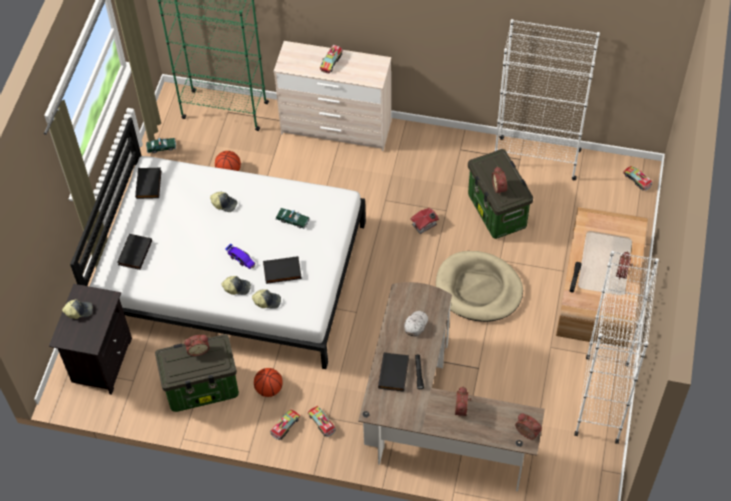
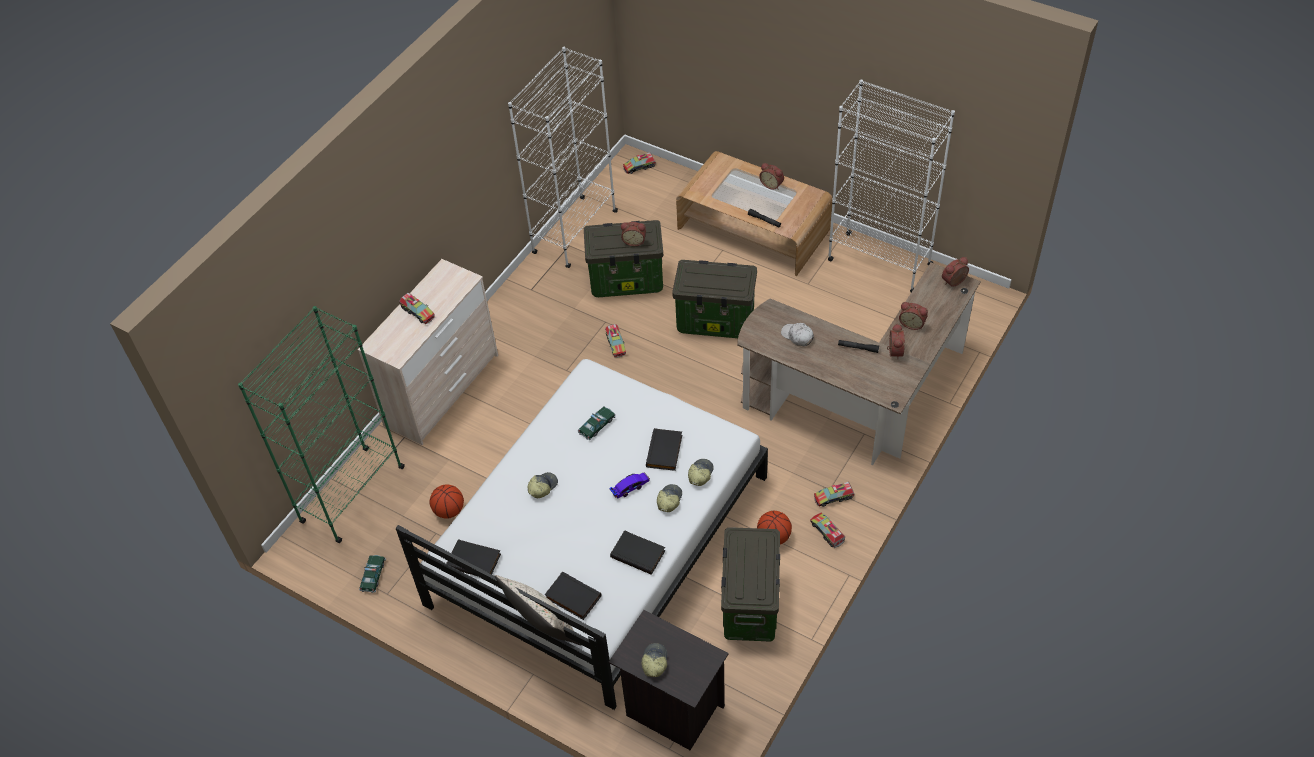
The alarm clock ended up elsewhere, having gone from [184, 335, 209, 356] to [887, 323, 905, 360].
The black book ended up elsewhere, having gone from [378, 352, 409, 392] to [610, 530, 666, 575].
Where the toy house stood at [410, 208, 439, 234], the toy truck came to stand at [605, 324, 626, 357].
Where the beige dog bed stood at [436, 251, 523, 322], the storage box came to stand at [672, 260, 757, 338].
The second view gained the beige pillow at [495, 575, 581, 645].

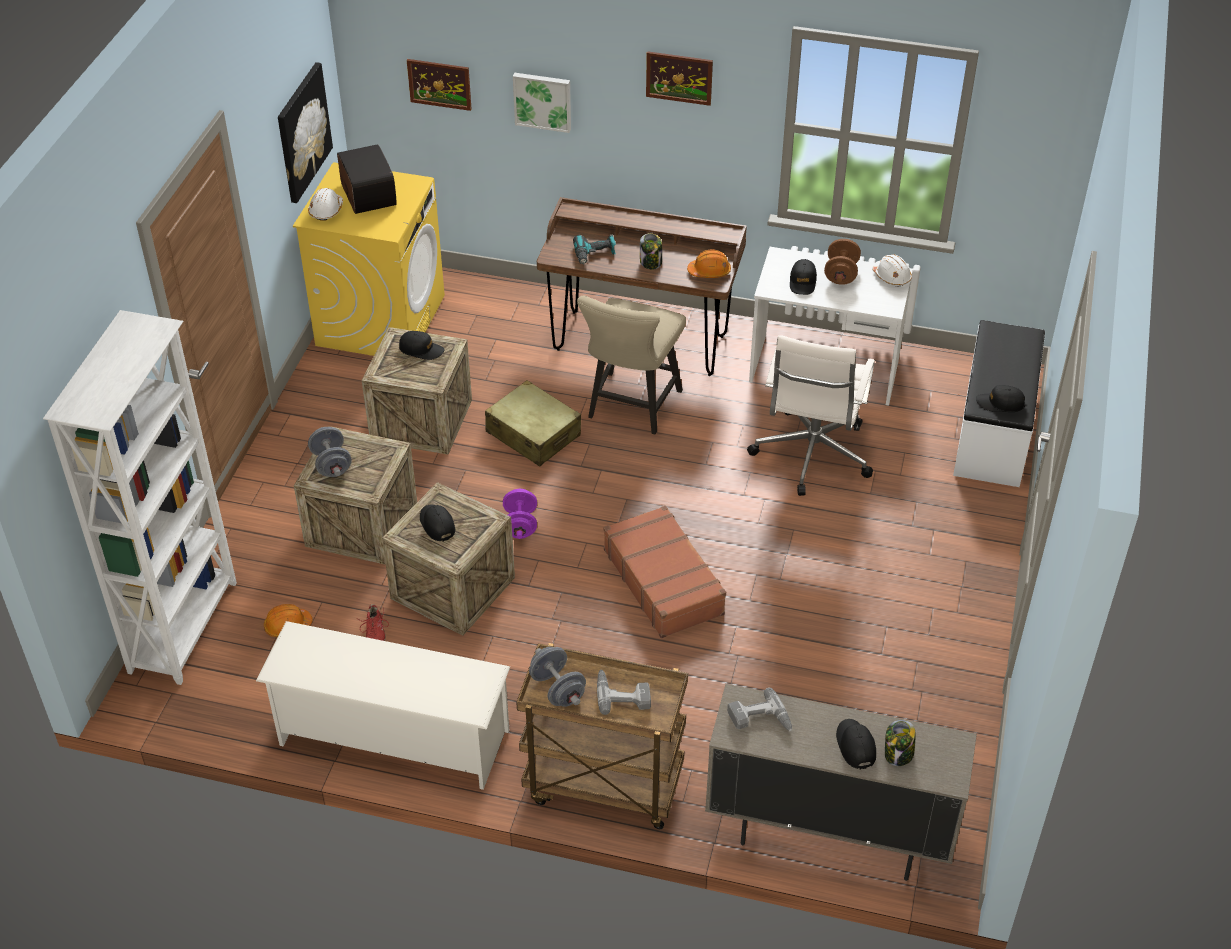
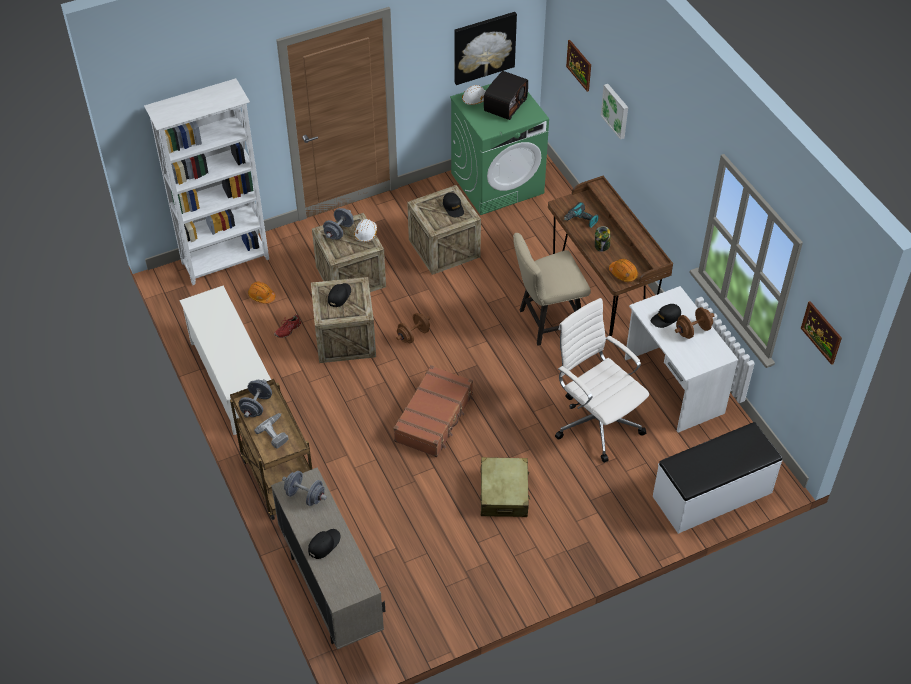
What was the yellow washing machine at [293, 162, 445, 356] turned into the green washing machine at [450, 84, 549, 215].
The beige suitcase ended up elsewhere, having gone from [485, 380, 581, 467] to [480, 457, 530, 517].
What was the purple dumbbell at [503, 489, 537, 539] turned into the brown dumbbell at [396, 313, 430, 343].
The picture ended up elsewhere, having gone from [646, 51, 713, 106] to [801, 301, 842, 365].
Where the power drill stood at [727, 688, 792, 731], the grey dumbbell came to stand at [282, 471, 327, 506].
The white office chair at [747, 335, 875, 496] ended up facing another way, 75 degrees clockwise from before.
The white hard hat ended up elsewhere, having gone from [872, 254, 912, 286] to [354, 219, 377, 242].
The second view lost the jar at [885, 720, 916, 766].
The second view lost the black cap at [976, 385, 1025, 412].

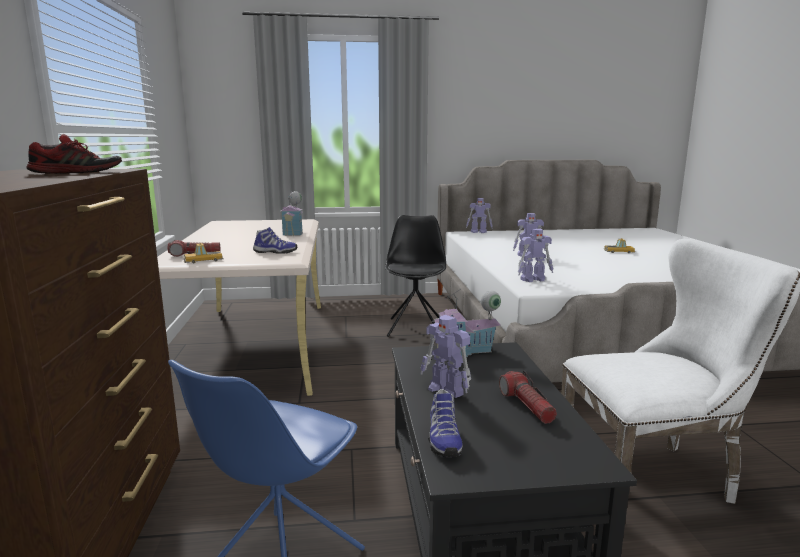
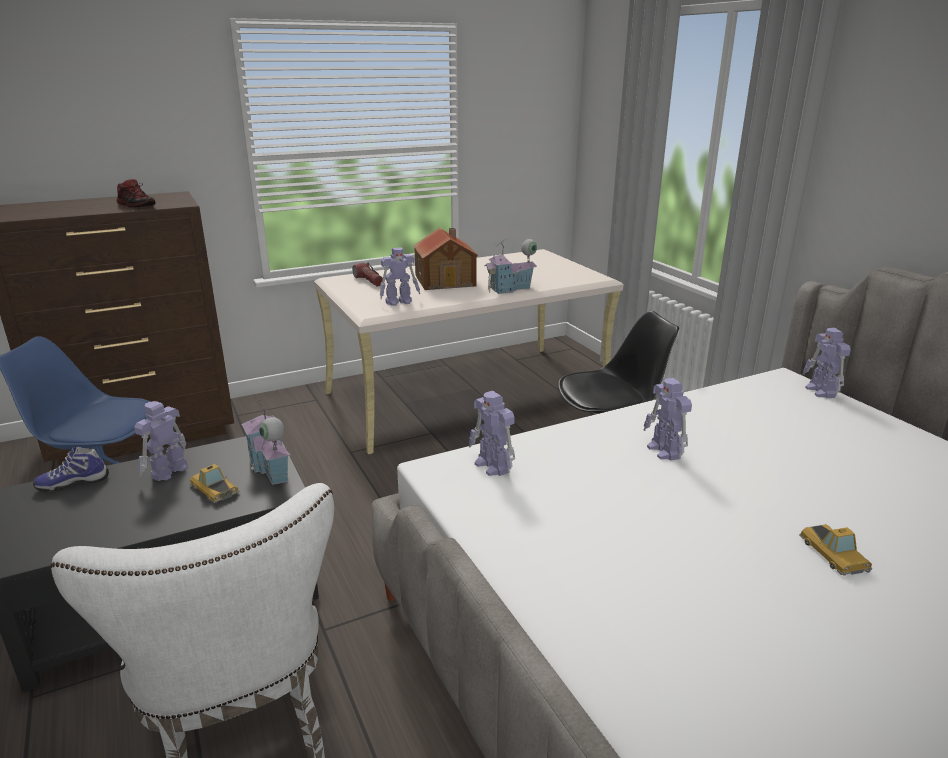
The toy car ended up elsewhere, having gone from [184, 243, 224, 263] to [190, 464, 240, 503].
Where the shoe stood at [253, 227, 297, 254], the toy robot came to stand at [380, 247, 420, 306].
The second view lost the flashlight at [499, 371, 557, 424].
The second view gained the toy house at [413, 228, 478, 290].

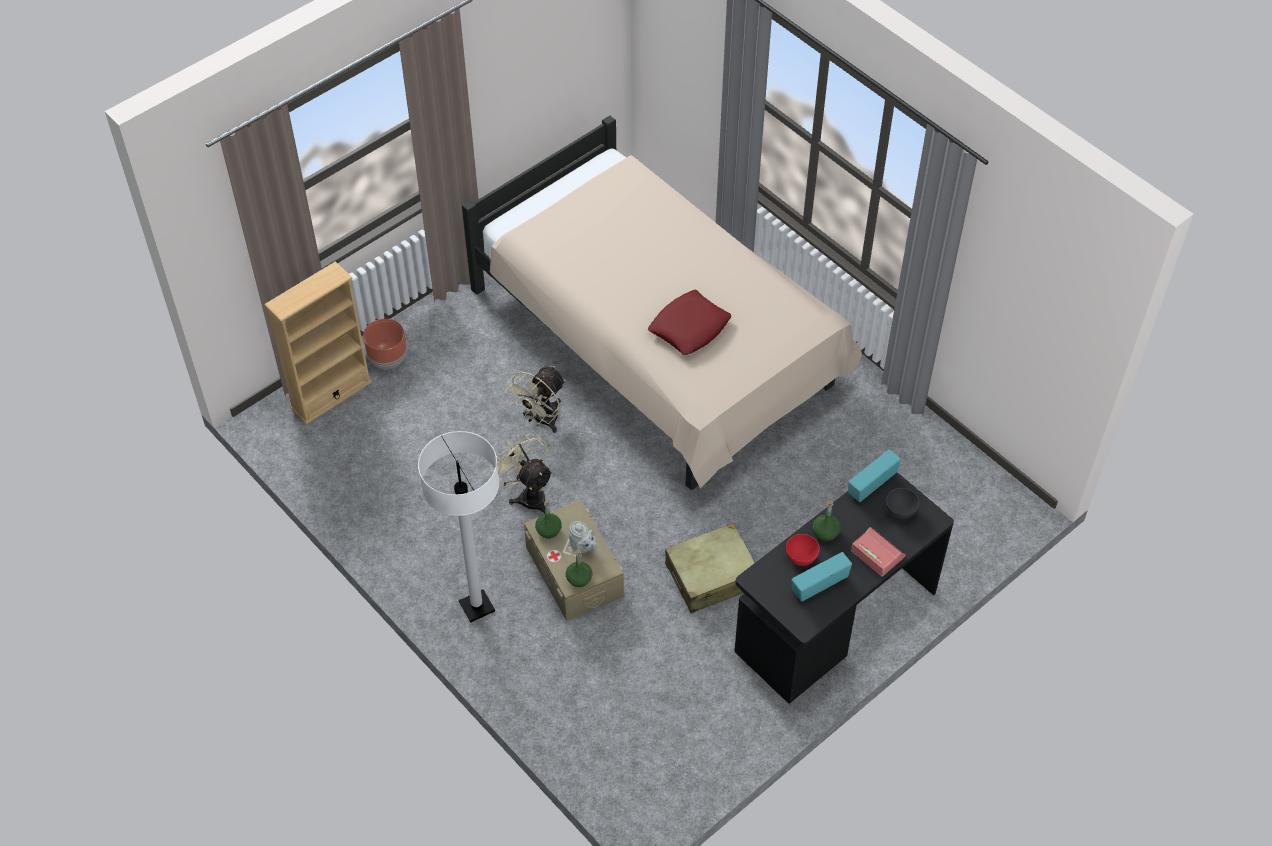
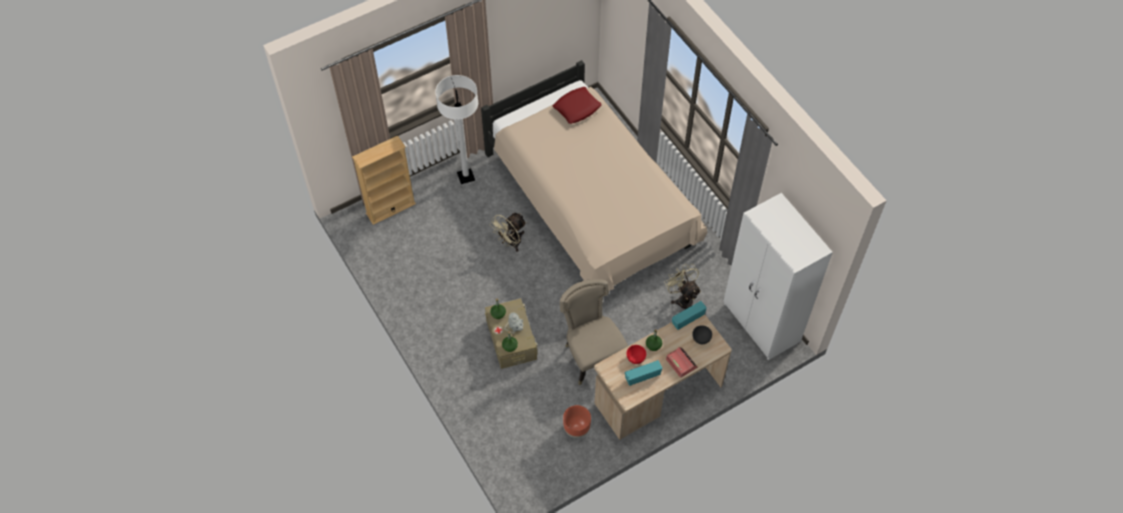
The brown planter ended up elsewhere, having gone from [363, 319, 407, 369] to [563, 405, 591, 438].
The white floor lamp ended up elsewhere, having gone from [418, 431, 499, 622] to [435, 75, 478, 184].
The beige fan ended up elsewhere, having gone from [490, 431, 553, 514] to [664, 264, 701, 309].
The red pillow ended up elsewhere, having gone from [648, 289, 732, 355] to [553, 87, 602, 124].
Where the beige suitcase stood at [665, 523, 755, 613], the beige chair came to stand at [560, 279, 628, 385].
What was the black desk at [735, 472, 954, 704] turned into the beige desk at [594, 314, 732, 440].
The second view gained the white wardrobe at [724, 193, 833, 360].

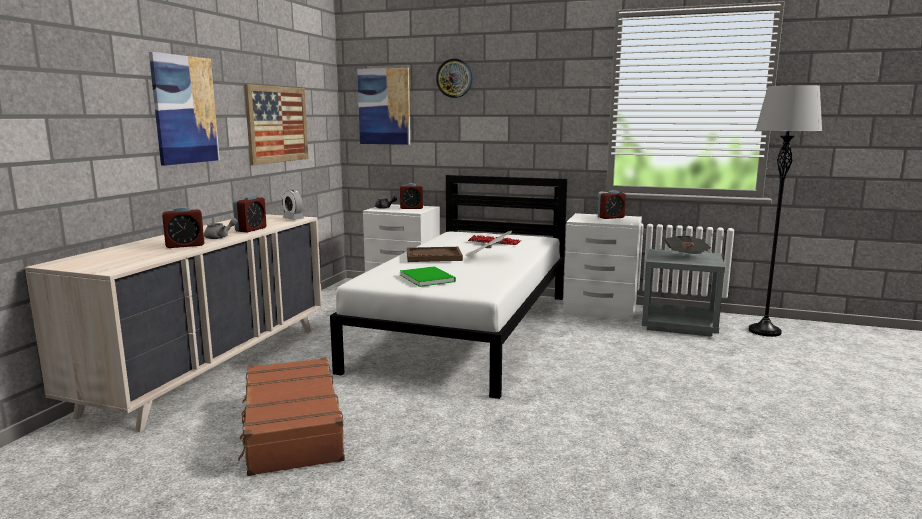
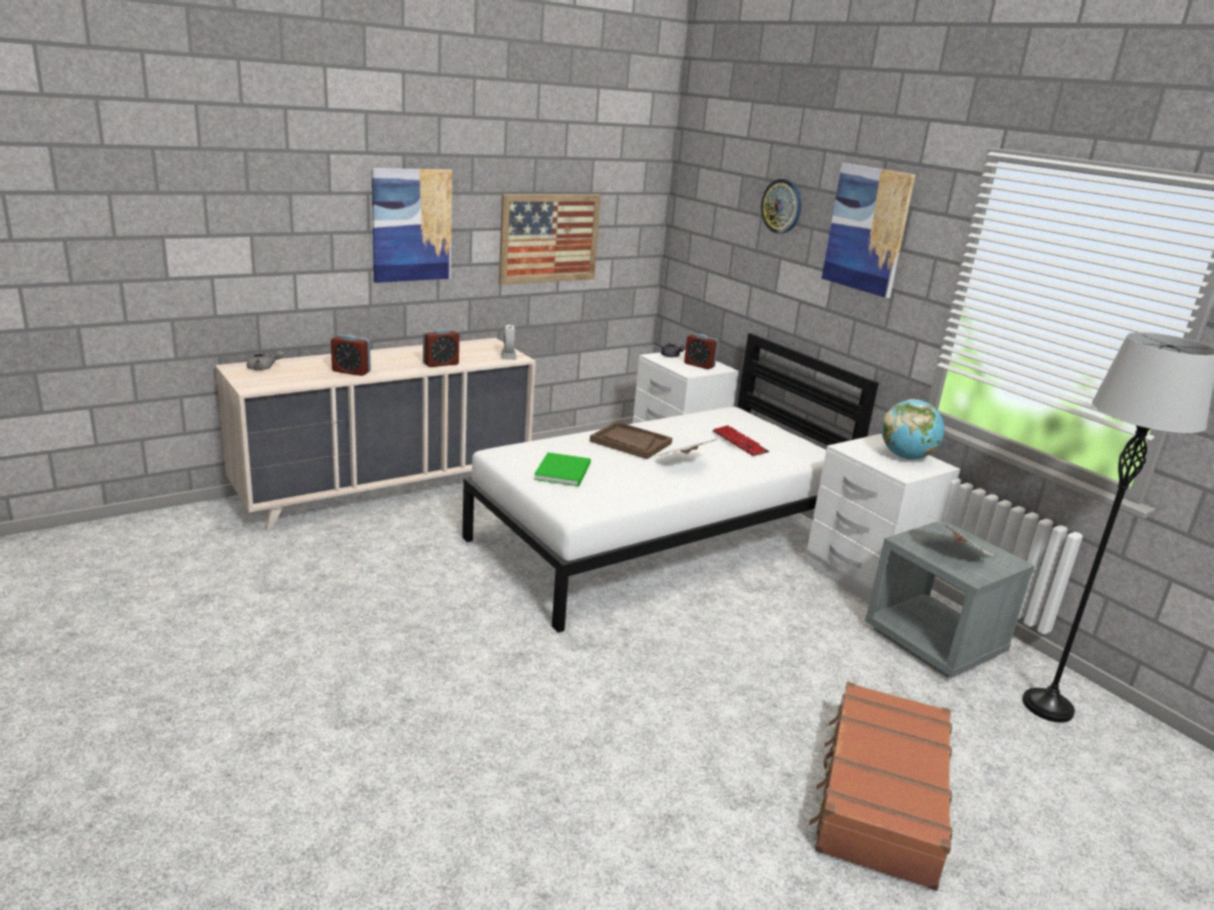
The grey teapot ended up elsewhere, having gone from [204, 218, 238, 239] to [247, 351, 284, 370].
The brown suitcase ended up elsewhere, having gone from [238, 357, 345, 476] to [809, 682, 952, 891].
The picture ended up elsewhere, having gone from [357, 68, 410, 145] to [821, 163, 916, 298].
Where the alarm clock stood at [598, 190, 626, 219], the globe came to stand at [882, 399, 945, 460].

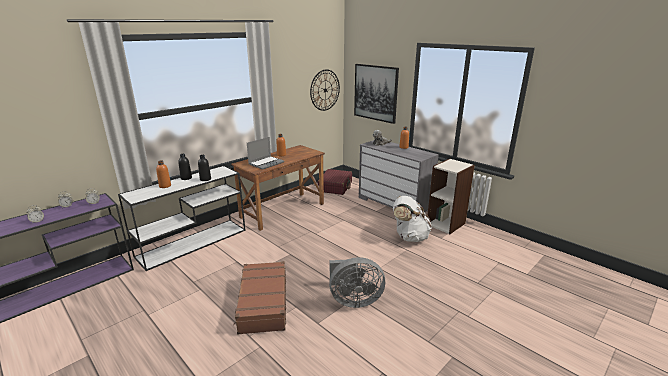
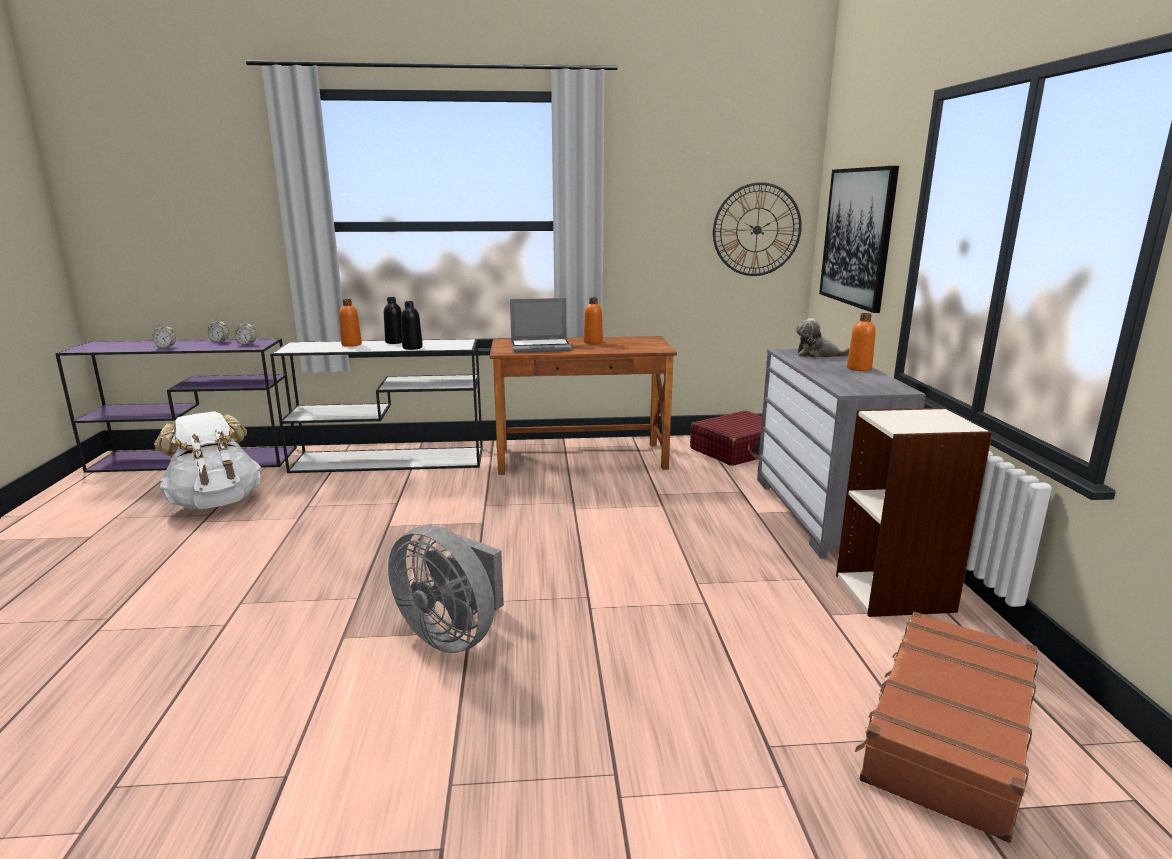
The brown suitcase ended up elsewhere, having gone from [234, 261, 286, 334] to [855, 612, 1038, 843].
The white backpack ended up elsewhere, having gone from [393, 196, 431, 242] to [154, 411, 261, 510].

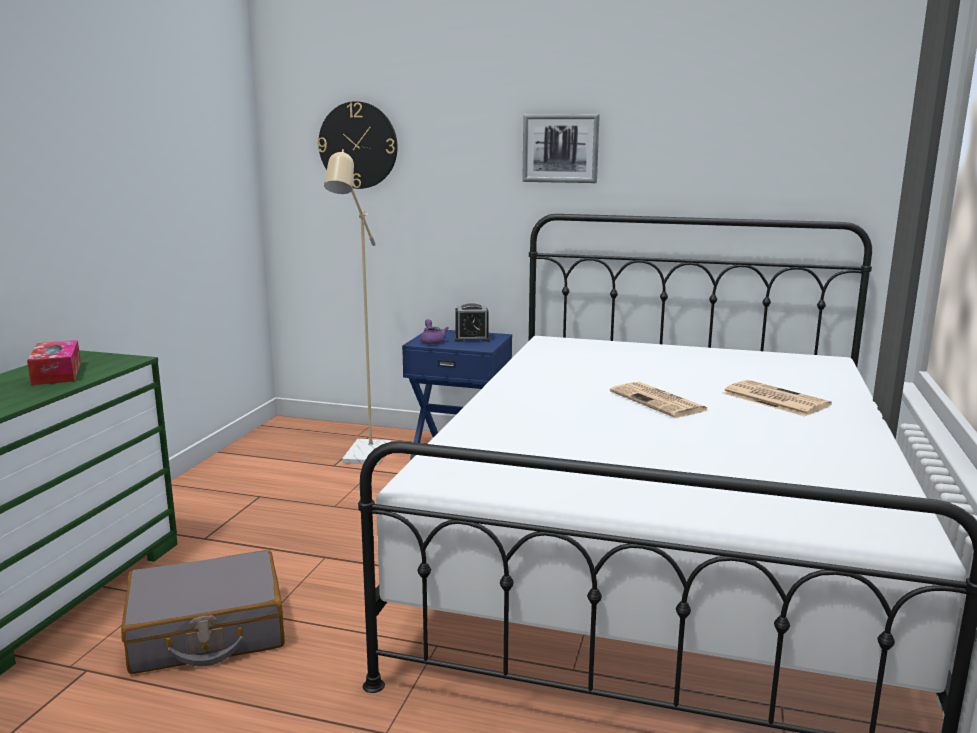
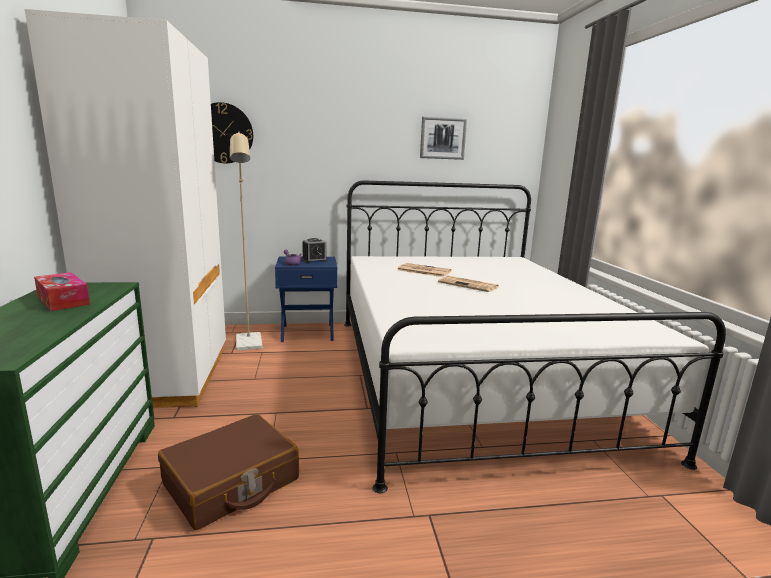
What was the grey suitcase at [121, 550, 285, 674] turned into the brown suitcase at [158, 414, 299, 530].
The picture ended up elsewhere, having gone from [522, 114, 600, 183] to [420, 116, 467, 160].
The newspaper ended up elsewhere, having gone from [723, 380, 832, 416] to [398, 263, 452, 277].
The second view gained the white wardrobe at [25, 9, 226, 408].

